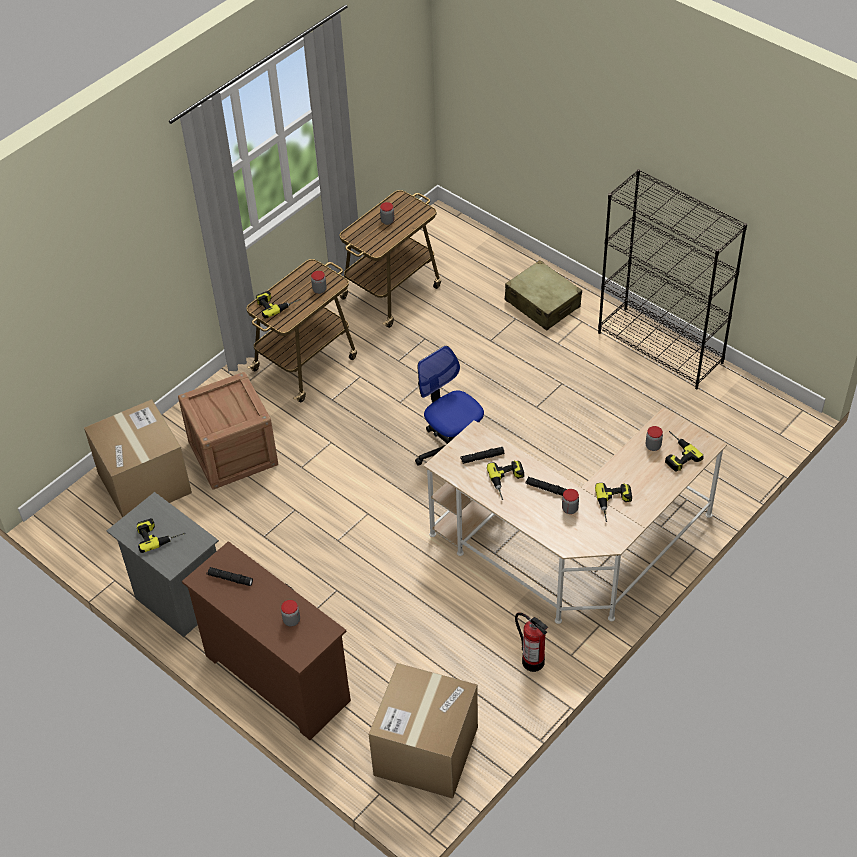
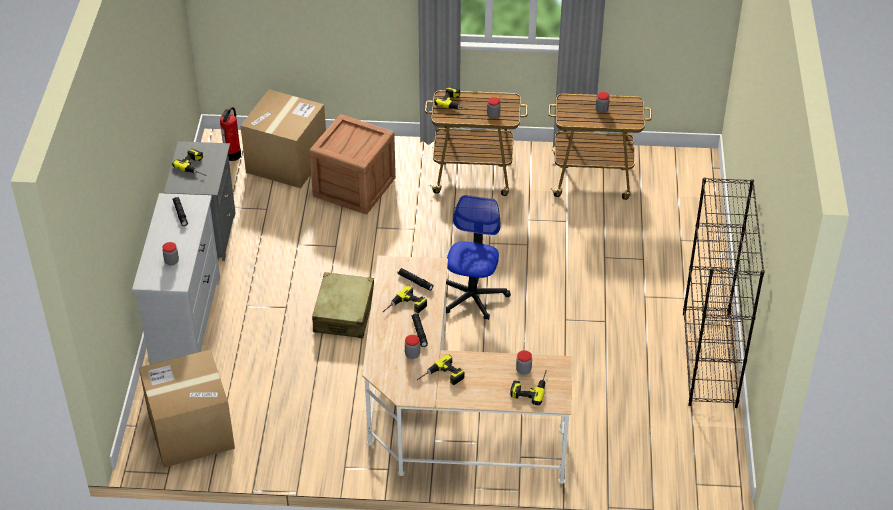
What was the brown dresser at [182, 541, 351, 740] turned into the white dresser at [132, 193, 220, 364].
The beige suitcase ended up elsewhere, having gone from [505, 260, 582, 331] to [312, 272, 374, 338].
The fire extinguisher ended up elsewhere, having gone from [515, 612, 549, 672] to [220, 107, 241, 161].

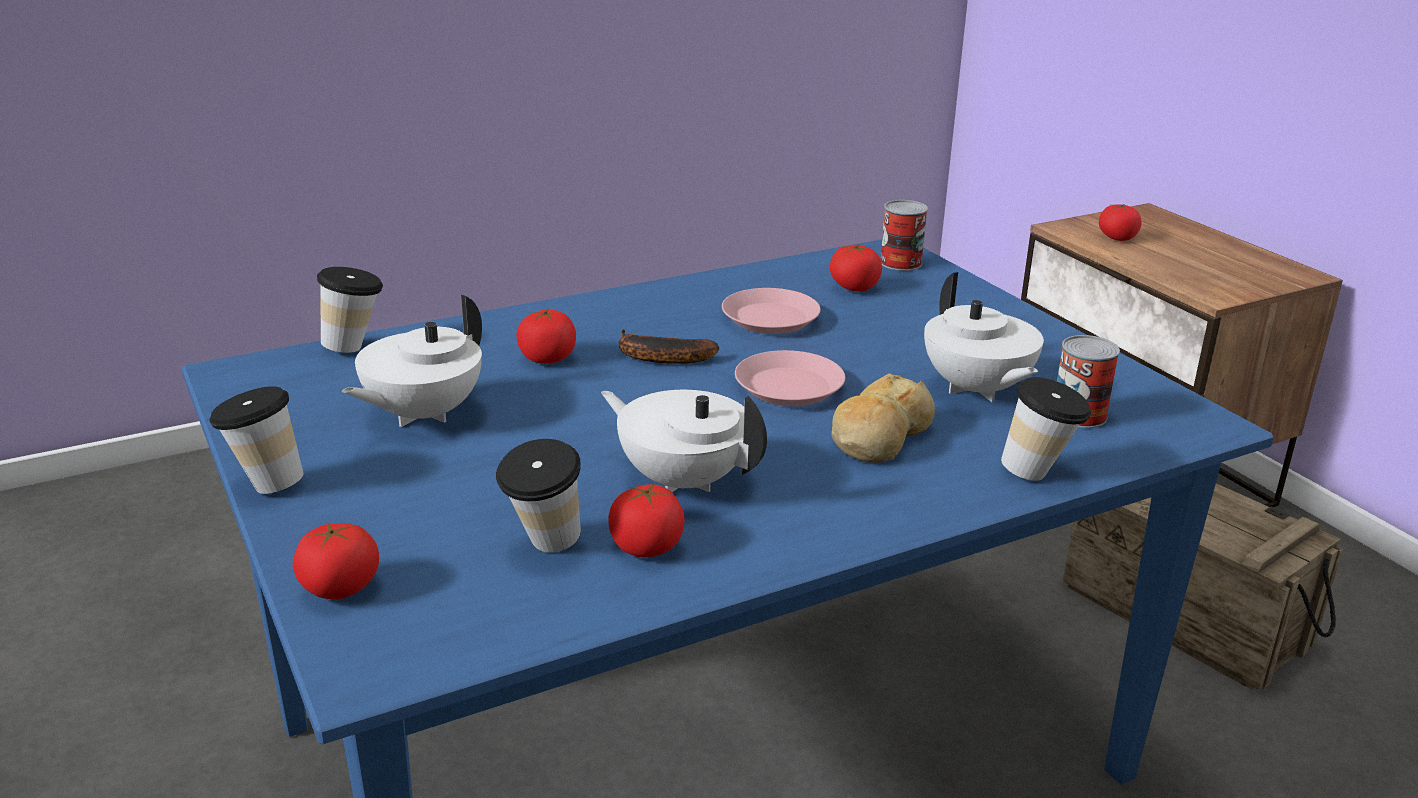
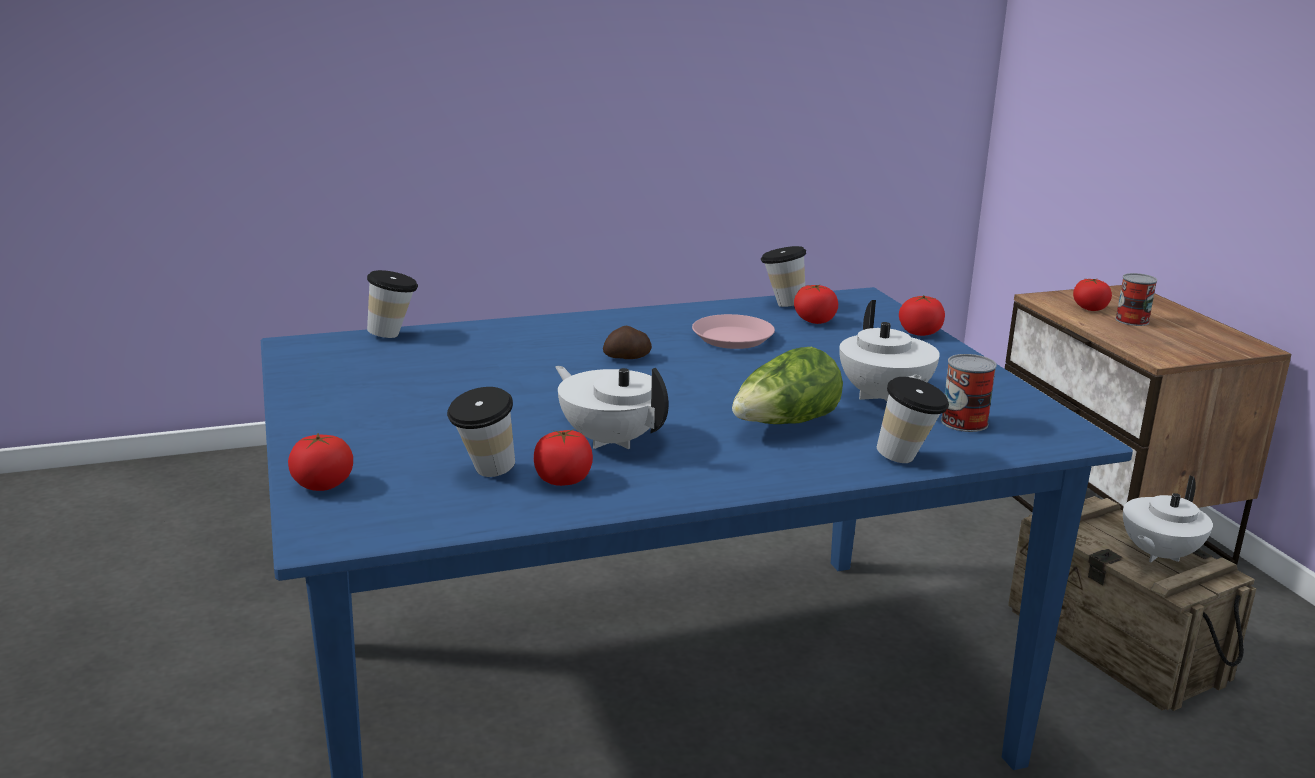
The cup ended up elsewhere, having gone from [209, 386, 303, 494] to [761, 246, 806, 307].
The white teapot ended up elsewhere, having gone from [342, 295, 482, 427] to [1123, 475, 1213, 563].
The tomato ended up elsewhere, having gone from [516, 308, 576, 364] to [899, 295, 945, 336].
Where the banana stood at [619, 329, 719, 364], the potato came to stand at [603, 325, 652, 359].
The second view lost the pink plate at [735, 350, 845, 406].
Where the bread stood at [831, 373, 935, 463], the lettuce came to stand at [732, 347, 843, 424].
The can ended up elsewhere, having gone from [880, 200, 928, 271] to [1115, 273, 1157, 326].

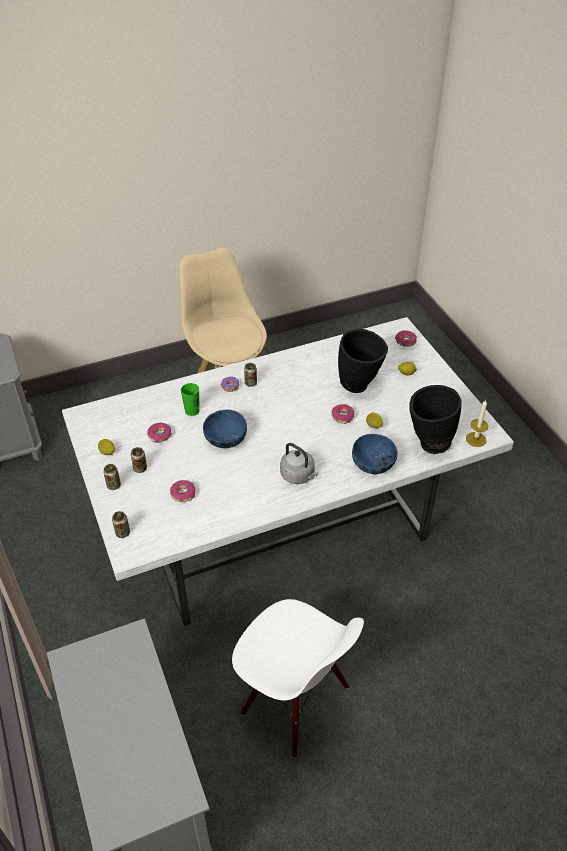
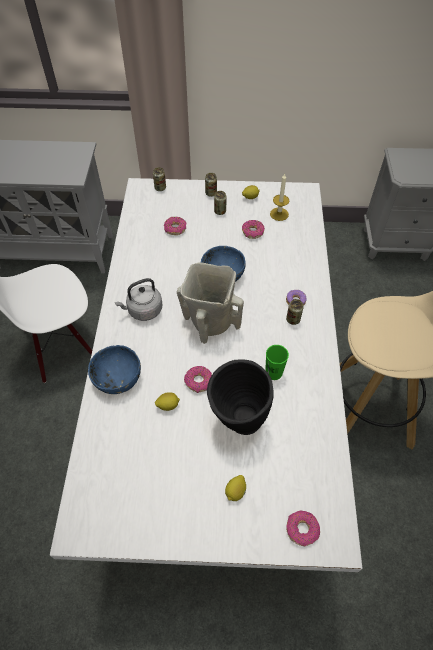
The green cup ended up elsewhere, having gone from [181, 383, 200, 416] to [265, 345, 289, 380].
The second view lost the black vase at [409, 385, 462, 454].
The candle ended up elsewhere, having gone from [466, 400, 488, 447] to [270, 174, 289, 221].
The second view gained the beige vase at [177, 262, 244, 344].

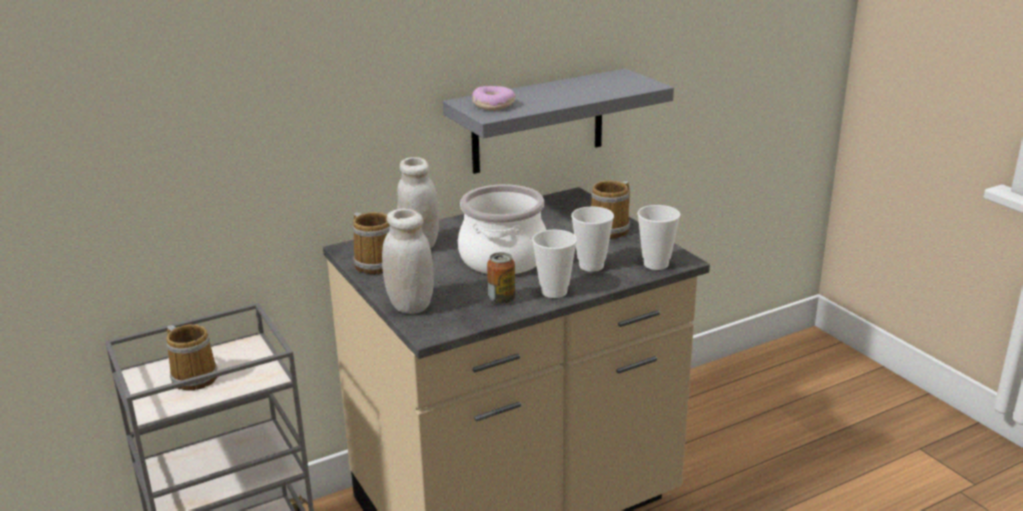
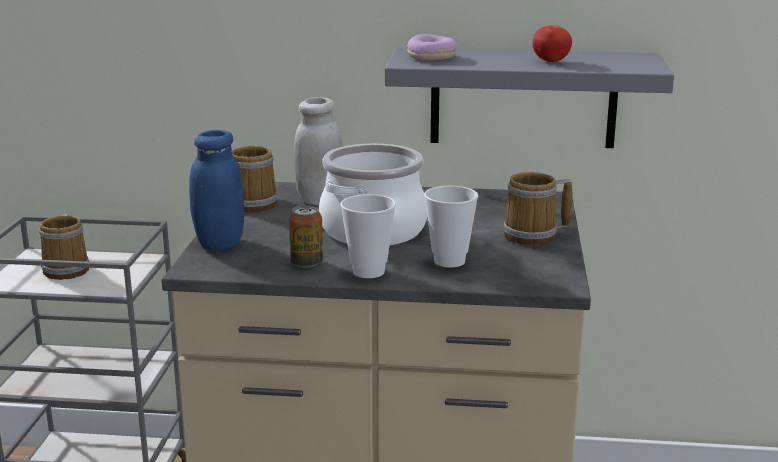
What was the white jar at [382, 208, 434, 314] turned into the blue jar at [189, 130, 244, 250].
The second view lost the cup at [637, 205, 680, 270].
The second view gained the tomato at [532, 25, 572, 62].

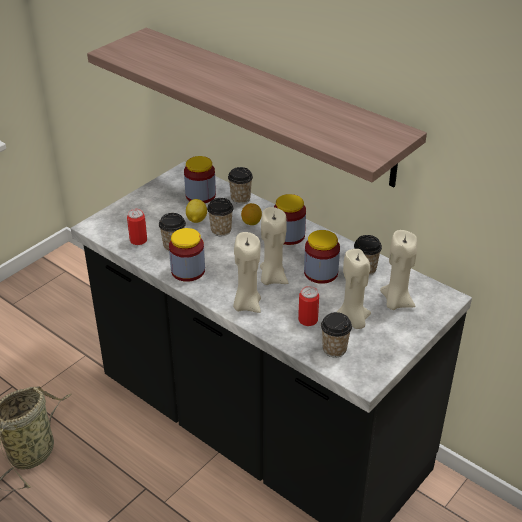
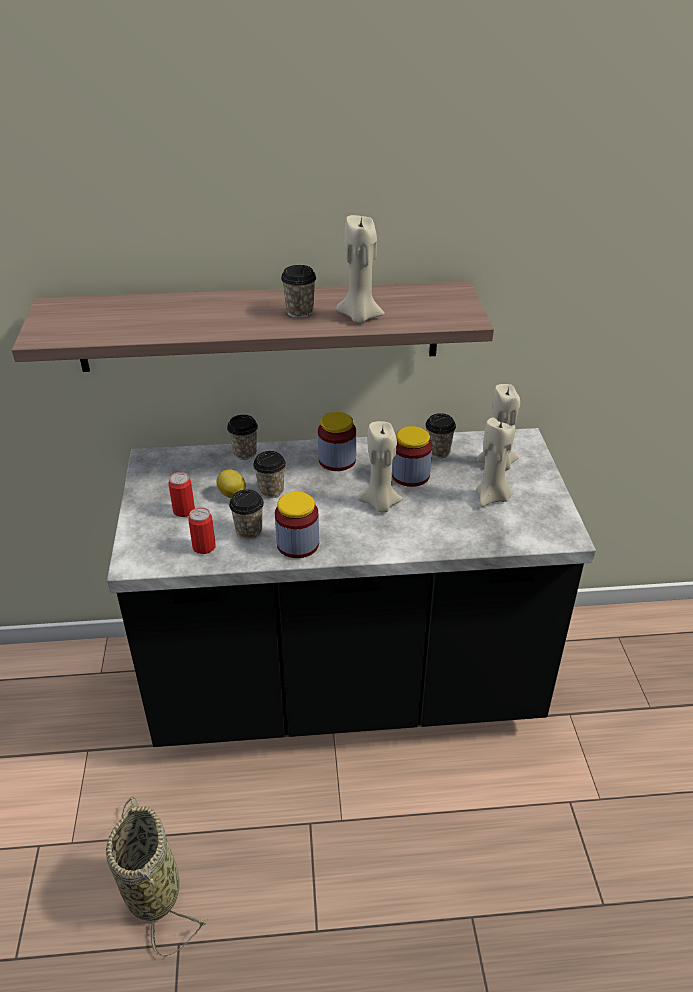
The second view lost the jar at [184, 156, 216, 203].
The beige candle ended up elsewhere, having gone from [233, 232, 261, 313] to [336, 215, 385, 323].
The second view lost the lemon at [241, 203, 262, 225].
The can ended up elsewhere, having gone from [298, 286, 319, 326] to [168, 472, 195, 517].
The cup ended up elsewhere, having gone from [321, 312, 352, 357] to [281, 265, 316, 318].

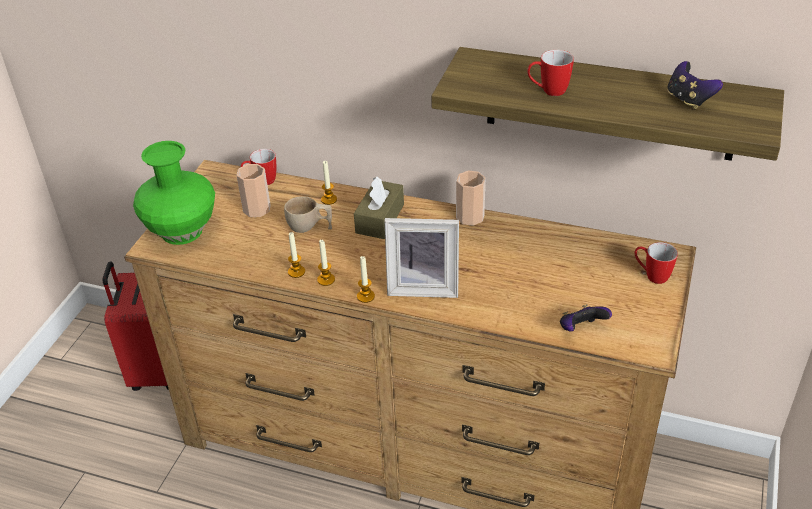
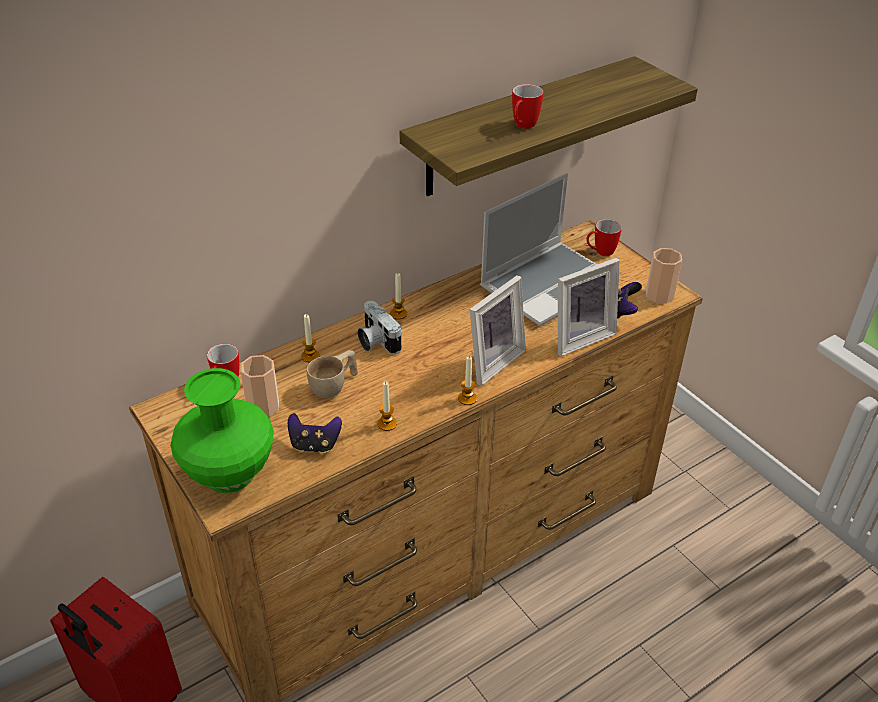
The candle ended up elsewhere, having gone from [317, 240, 335, 286] to [390, 273, 407, 320].
Where the brown tissue box stood at [354, 177, 404, 239], the photo camera came to stand at [358, 301, 401, 354].
The cup ended up elsewhere, having gone from [456, 170, 485, 226] to [646, 248, 682, 303].
The game controller ended up elsewhere, having gone from [667, 61, 723, 109] to [288, 413, 342, 453].
The second view gained the laptop at [480, 173, 597, 326].
The second view gained the picture frame at [558, 258, 620, 357].

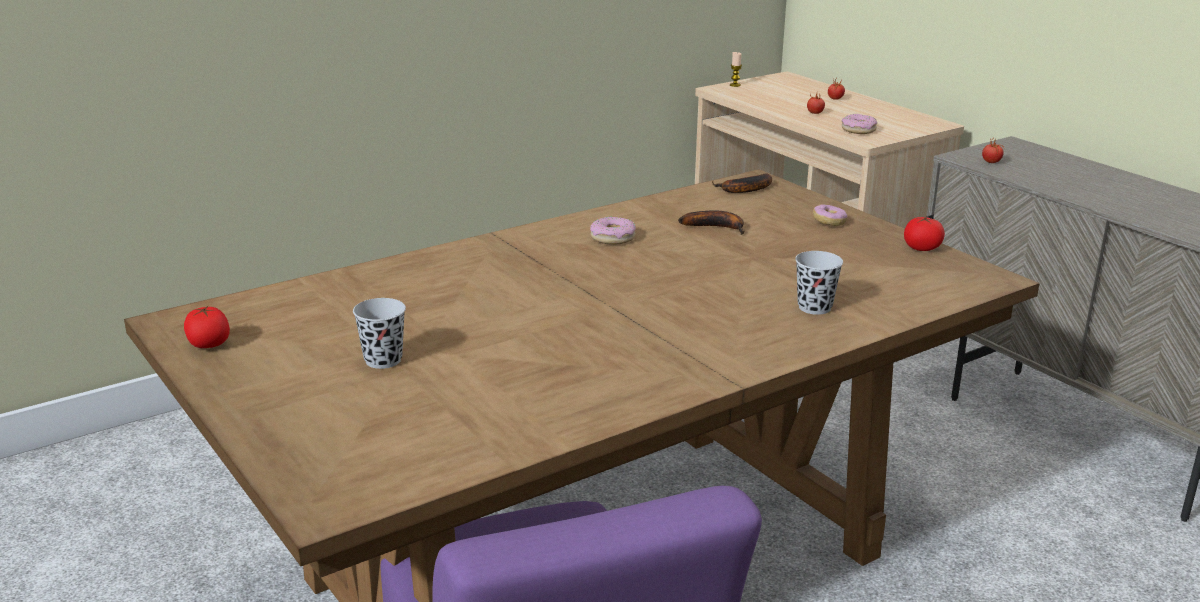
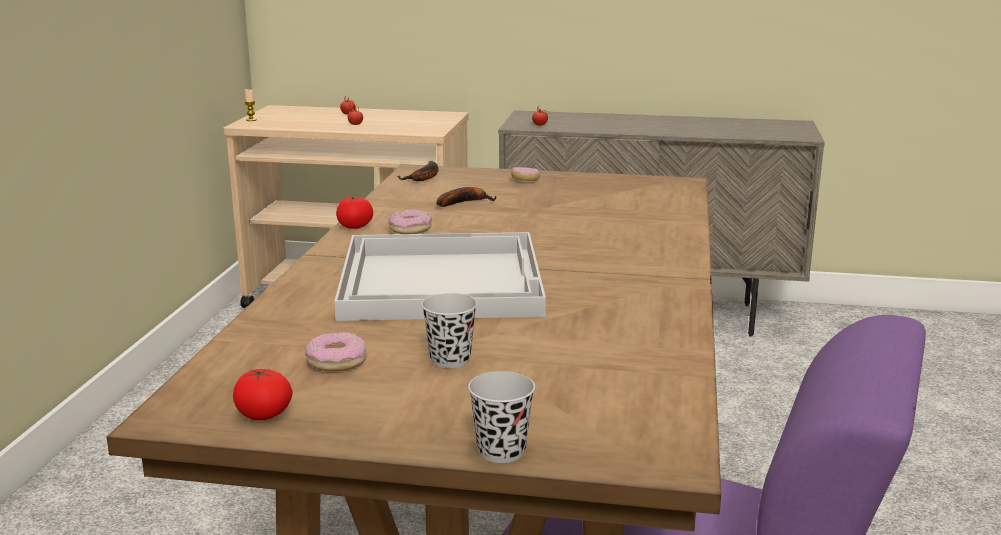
The black cup ended up elsewhere, having gone from [795, 251, 843, 315] to [468, 371, 535, 463].
The donut ended up elsewhere, having gone from [842, 114, 877, 134] to [305, 332, 367, 371].
The tomato ended up elsewhere, having gone from [904, 217, 945, 251] to [336, 197, 373, 229].
The second view gained the white tray at [334, 232, 546, 321].

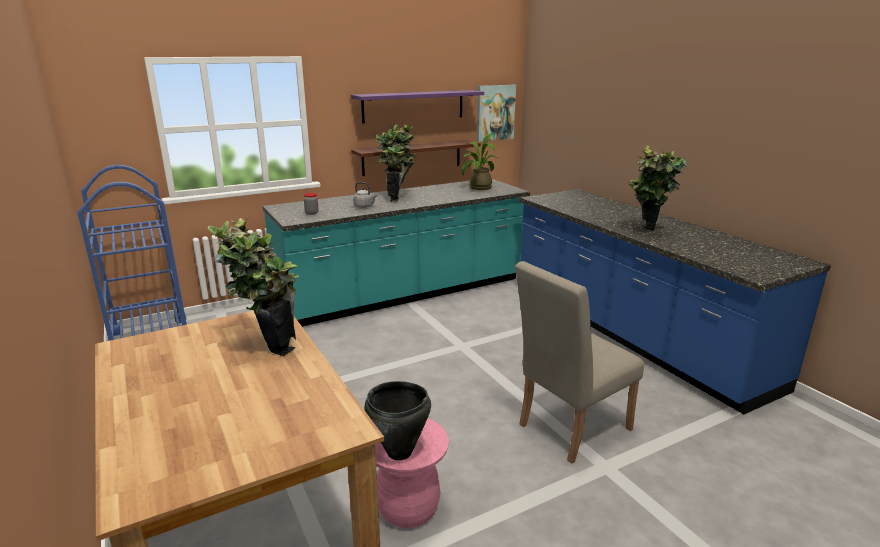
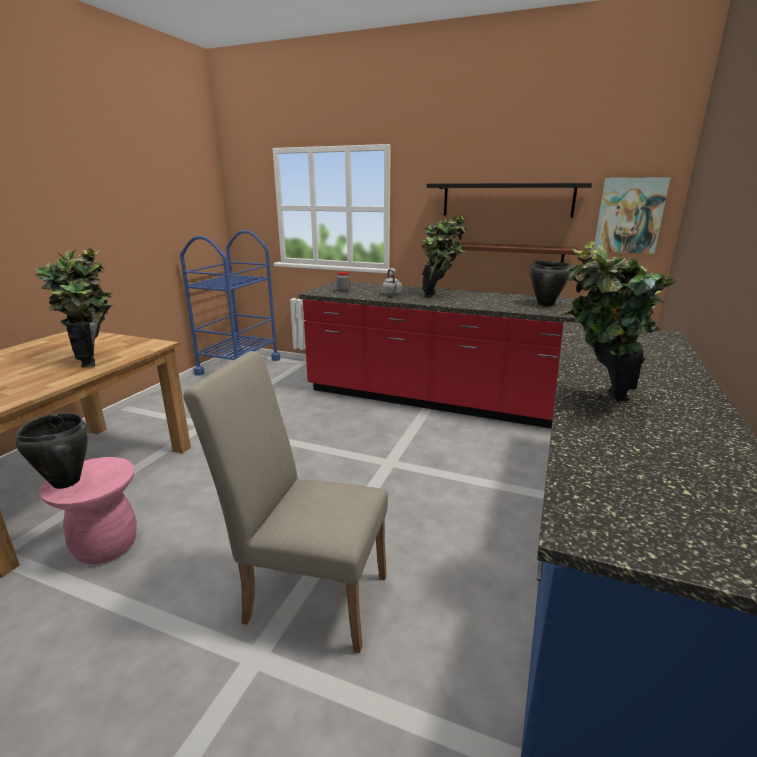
What was the turquoise counter at [263, 179, 530, 326] turned into the red counter at [299, 281, 580, 429].
What was the purple shelf at [351, 90, 484, 124] turned into the black shelf at [427, 183, 592, 218].
Where the potted plant stood at [462, 133, 500, 190], the black cooking pot came to stand at [529, 261, 571, 306].

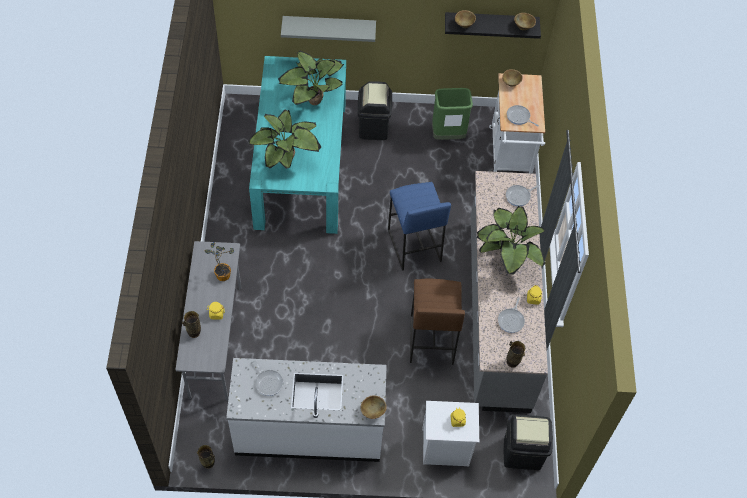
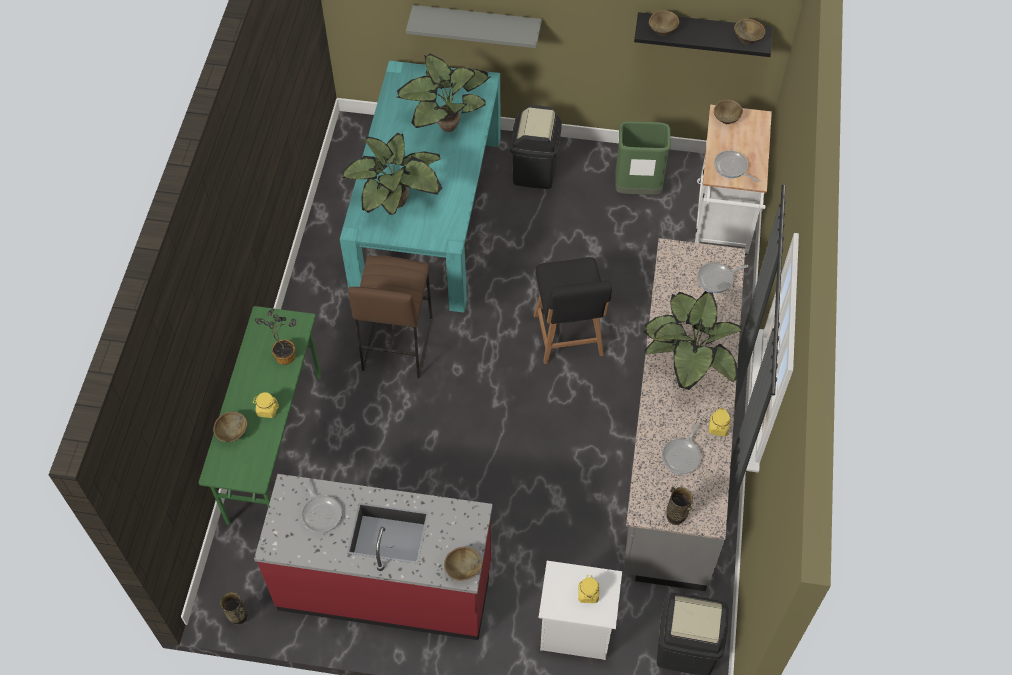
What was the grey desk at [175, 241, 241, 401] turned into the green desk at [199, 306, 321, 525].
Where the vase stood at [182, 311, 201, 338], the brown bowl came to stand at [213, 412, 247, 442].
What was the white counter at [226, 358, 387, 462] turned into the red counter at [254, 474, 493, 640].
Where the blue stool stood at [388, 182, 451, 271], the black chair came to stand at [534, 257, 612, 364].
The brown stool ended up elsewhere, having gone from [410, 278, 465, 365] to [348, 256, 433, 378].

